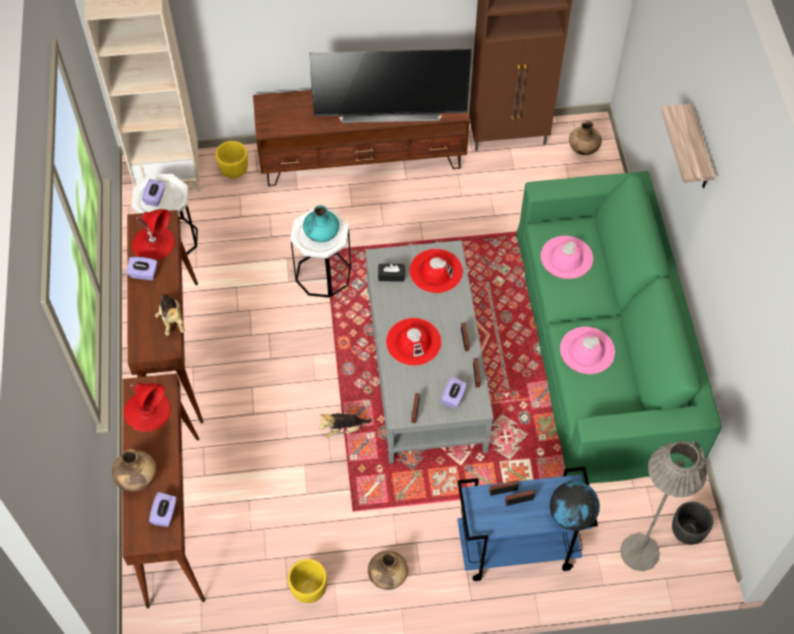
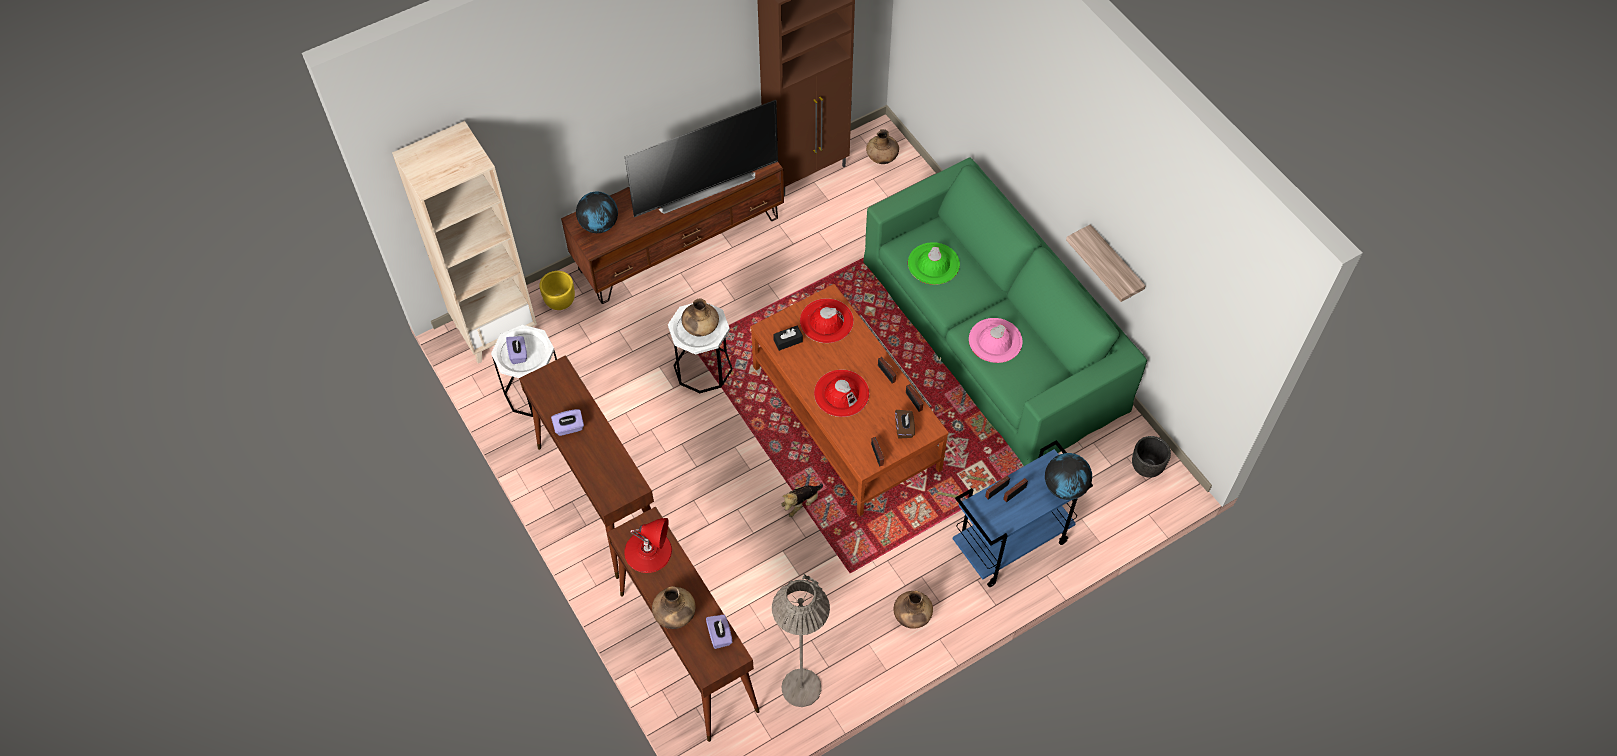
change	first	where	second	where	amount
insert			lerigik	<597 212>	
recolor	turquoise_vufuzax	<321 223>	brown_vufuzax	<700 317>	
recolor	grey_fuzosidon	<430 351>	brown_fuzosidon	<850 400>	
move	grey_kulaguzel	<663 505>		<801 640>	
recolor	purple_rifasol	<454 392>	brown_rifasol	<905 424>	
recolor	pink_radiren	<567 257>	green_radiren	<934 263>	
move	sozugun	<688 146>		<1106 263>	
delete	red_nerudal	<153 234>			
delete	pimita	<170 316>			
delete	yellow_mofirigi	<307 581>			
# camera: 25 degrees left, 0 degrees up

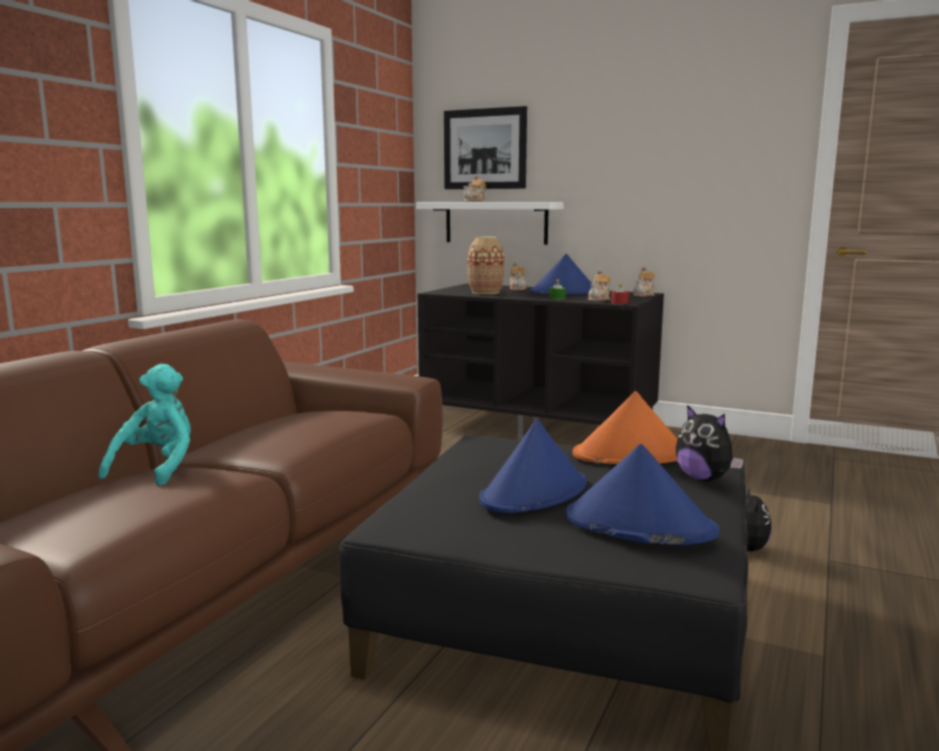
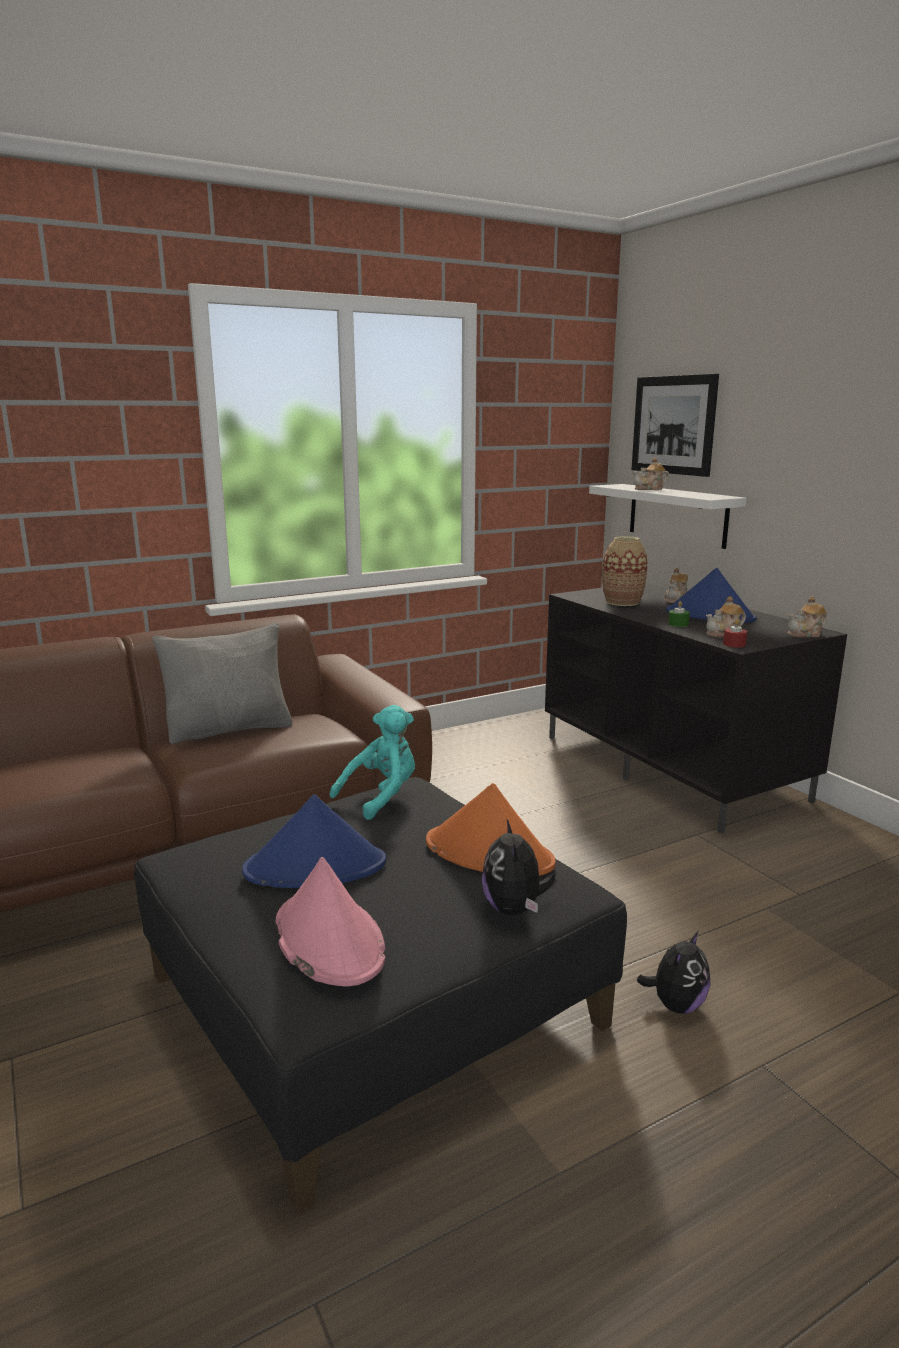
change	first	where	second	where	amount
insert			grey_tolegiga	<222 683>	
recolor	blue_radiren	<643 494>	pink_radiren	<330 922>	
move	turquoise_pimita	<145 424>		<372 762>	
# camera: 35 degrees right, 5 degrees up

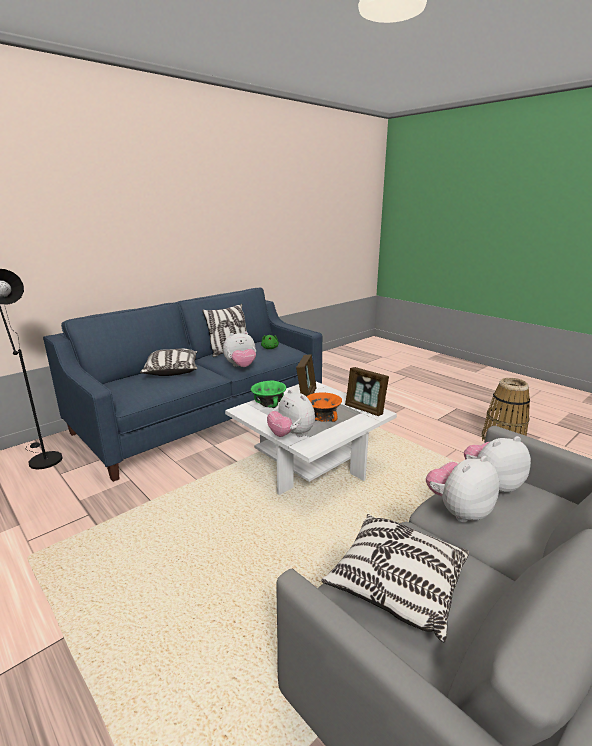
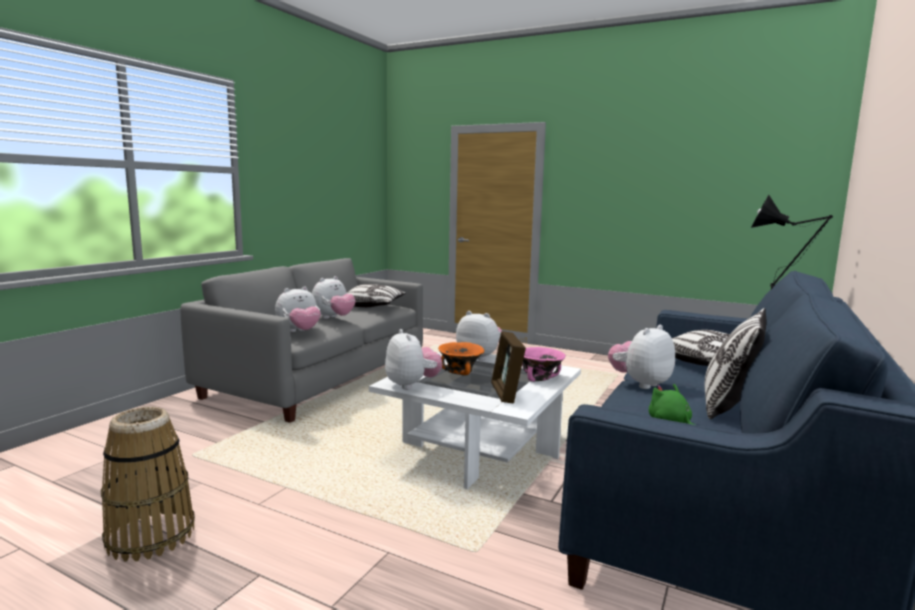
change	first	where	second	where	amount
replace	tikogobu	<367 391>	pimita	<413 359>	
recolor	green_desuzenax	<268 394>	pink_desuzenax	<544 364>	
# camera: 160 degrees right, 10 degrees down

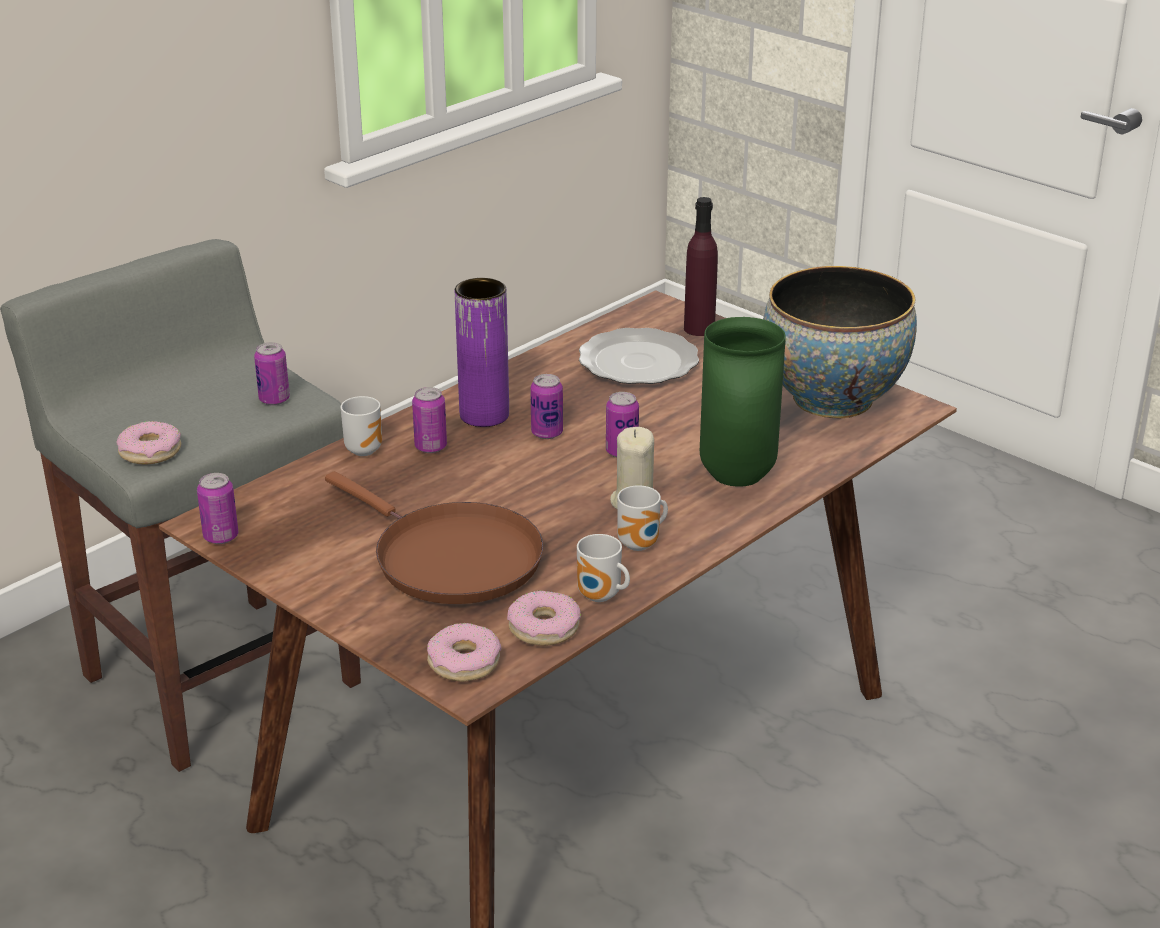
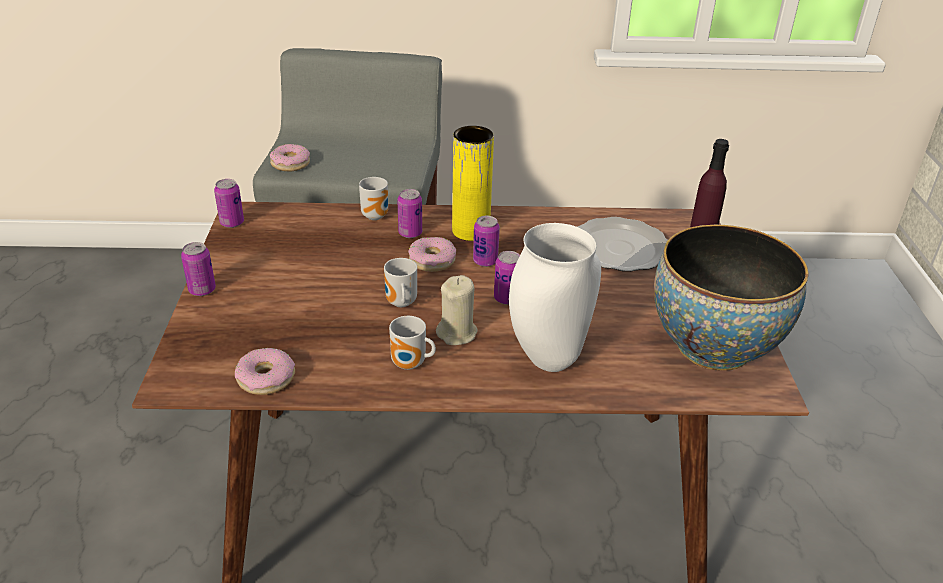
change	first	where	second	where	amount
move	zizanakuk	<272 373>		<198 269>	
move	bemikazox	<603 568>		<400 282>	
move	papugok	<464 652>		<432 254>	
recolor	purple_vufuzax	<481 352>	yellow_vufuzax	<473 183>	
recolor	green_vufuzax	<743 402>	white_vufuzax	<555 297>	
delete	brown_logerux	<434 537>			
# camera: 45 degrees right, 5 degrees up

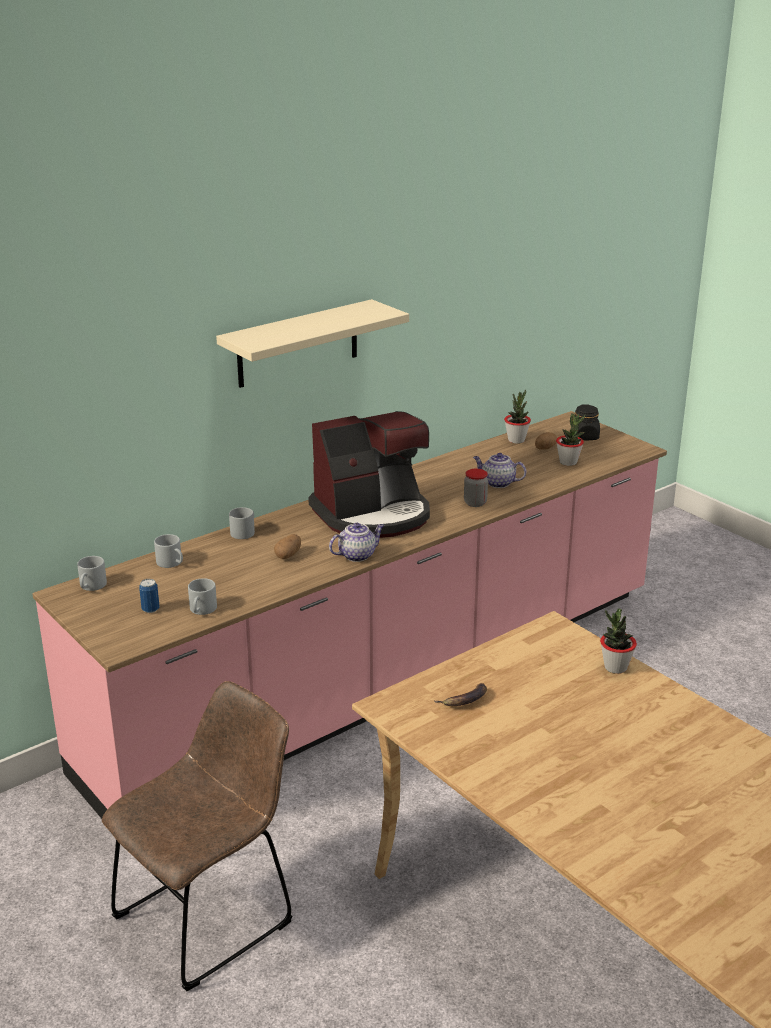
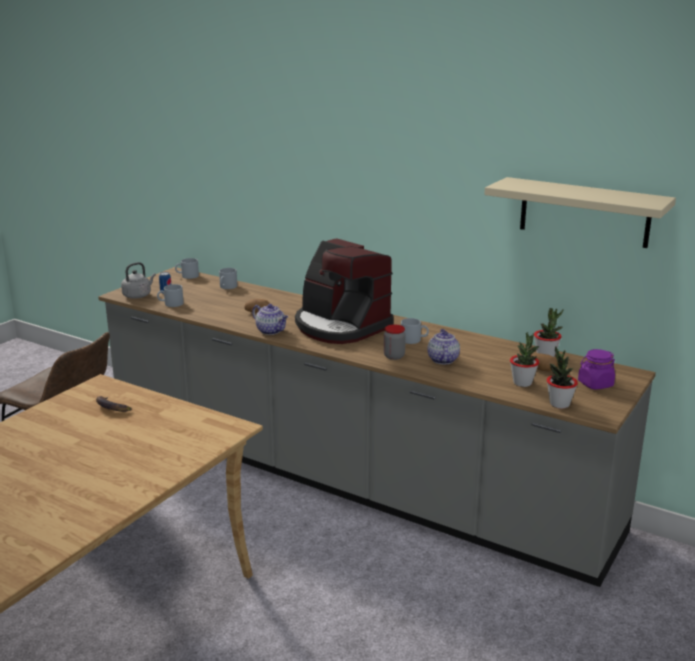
change	first	where	second	where	amount
recolor	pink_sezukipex	<349 615>	grey_sezukipex	<377 427>	
insert			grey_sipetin	<138 280>	
move	grey_bemikazox	<242 523>		<415 331>	
move	beige_sozugun	<312 343>		<580 212>	
move	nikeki	<618 641>		<562 377>	
recolor	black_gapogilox	<587 422>	purple_gapogilox	<596 369>	
# camera: 70 degrees right, 5 degrees down

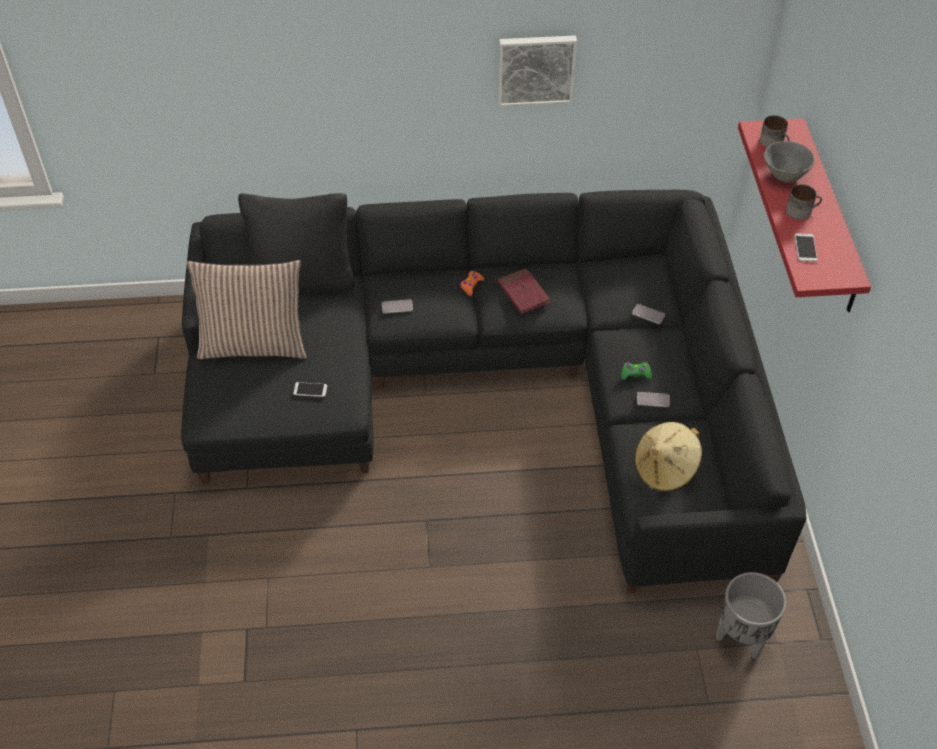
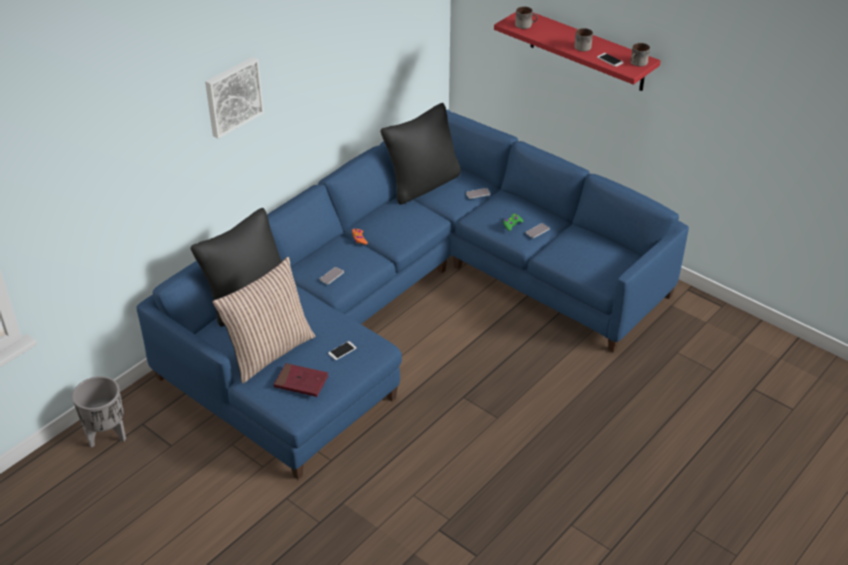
change	first	where	second	where	amount
move	grey_mofirigi	<751 616>		<99 412>	
recolor	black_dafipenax	<493 391>	blue_dafipenax	<412 295>	
move	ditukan	<537 71>		<234 98>	
move	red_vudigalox	<523 291>		<301 380>	
insert			black_tolegiga	<421 154>	
insert			bemikazox	<640 55>	
delete	beige_radiren	<668 457>			
delete	grey_desuzenax	<789 162>			
# camera: 45 degrees left, 10 degrees down

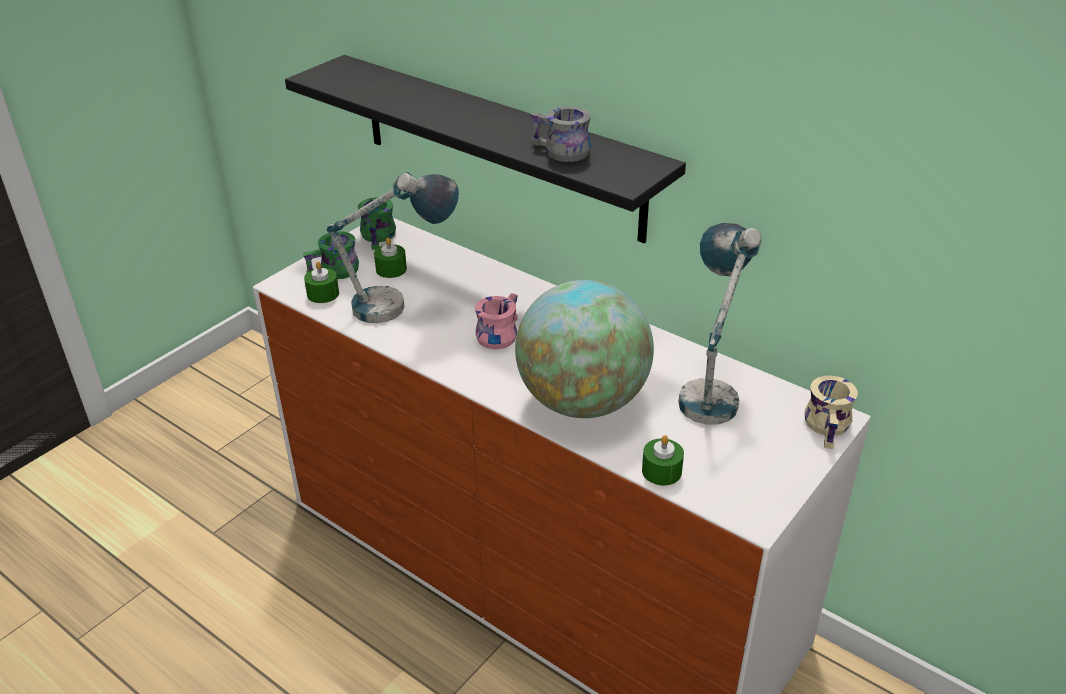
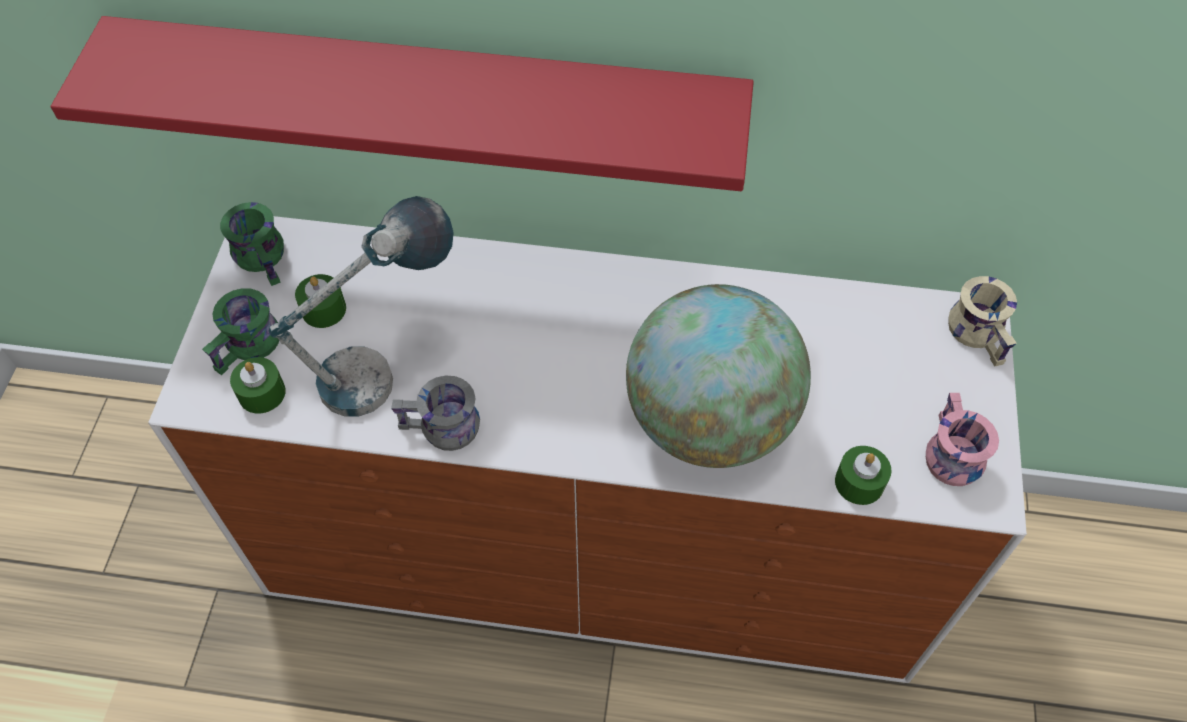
change	first	where	second	where	amount
recolor	black_sozugun	<485 149>	red_sozugun	<402 103>	
move	grey_bemikazox	<561 134>		<435 413>	
move	pink_bemikazox	<496 321>		<962 439>	
delete	nerudal	<719 324>			
# camera: 30 degrees left, 20 degrees up

